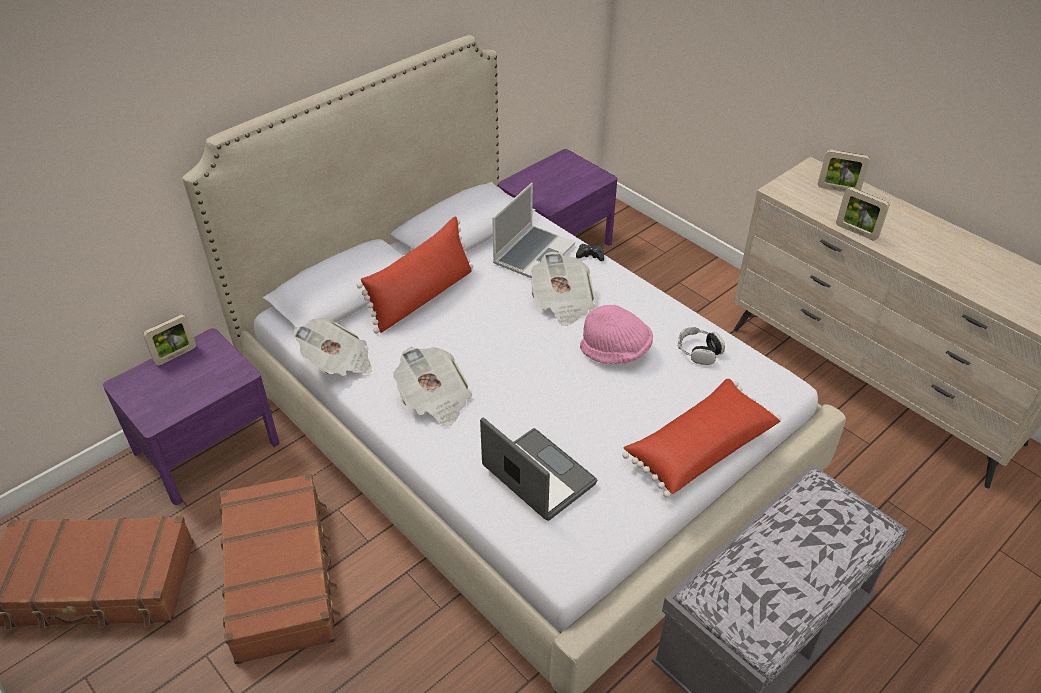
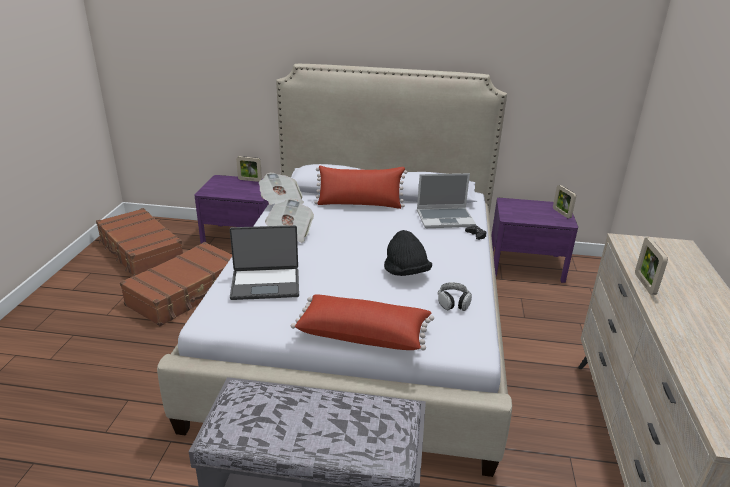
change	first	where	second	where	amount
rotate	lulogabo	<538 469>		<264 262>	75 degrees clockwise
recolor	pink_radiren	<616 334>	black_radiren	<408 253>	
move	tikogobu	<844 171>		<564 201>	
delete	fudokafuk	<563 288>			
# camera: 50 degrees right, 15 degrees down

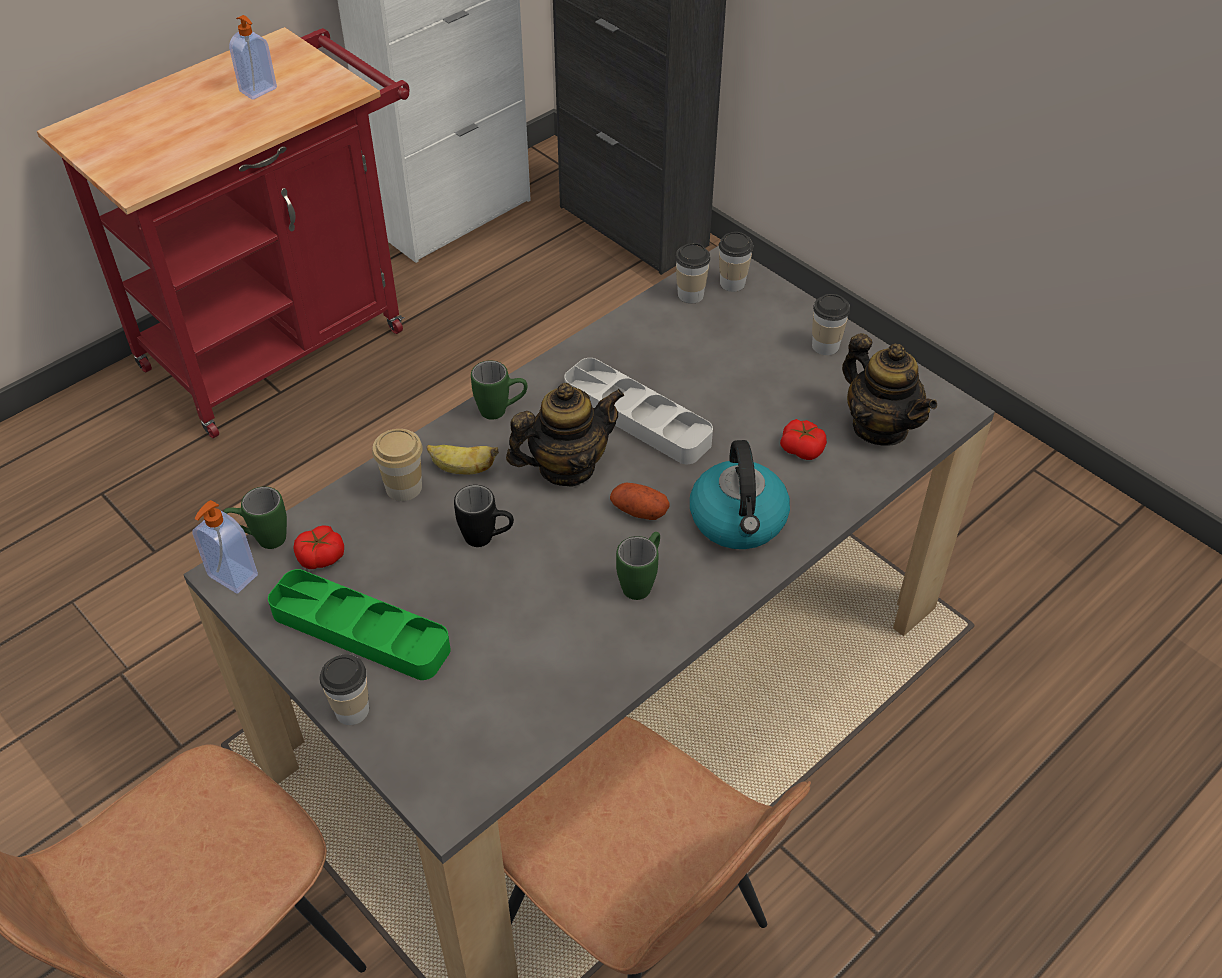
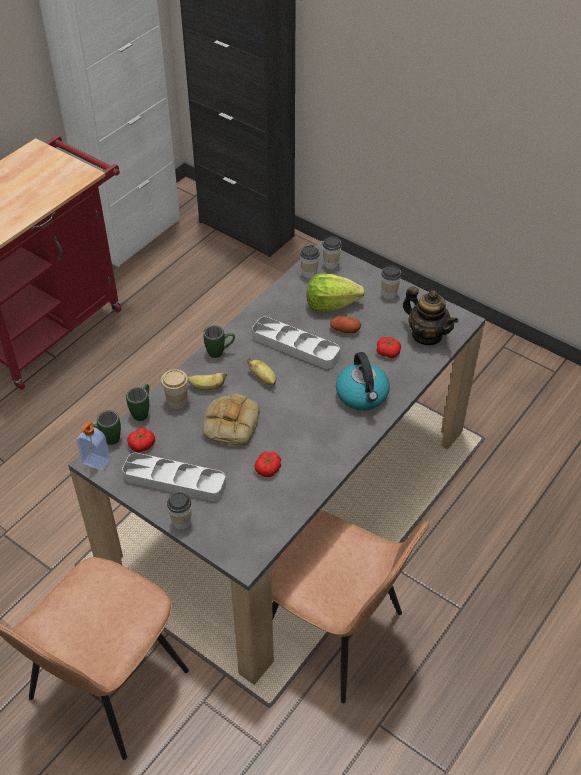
change	first	where	second	where	amount
recolor	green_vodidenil	<359 624>	grey_vodidenil	<174 477>	
move	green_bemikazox	<638 566>		<137 402>	
replace	black_bemikazox	<484 516>	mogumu	<230 419>	
replace	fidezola	<565 434>	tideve	<261 371>	
insert			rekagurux	<267 464>	
insert			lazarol	<336 292>	
move	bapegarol	<640 501>		<345 324>	
delete	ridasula	<253 57>			
# camera: 10 degrees left, 0 degrees up

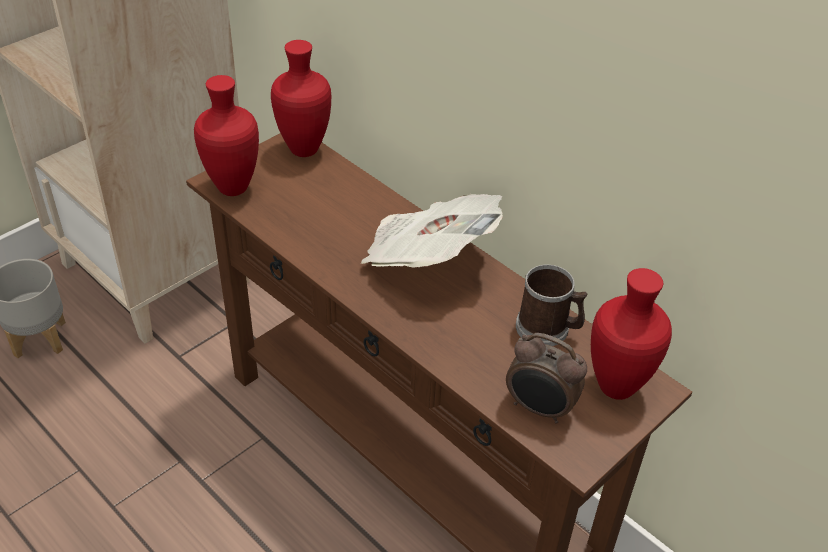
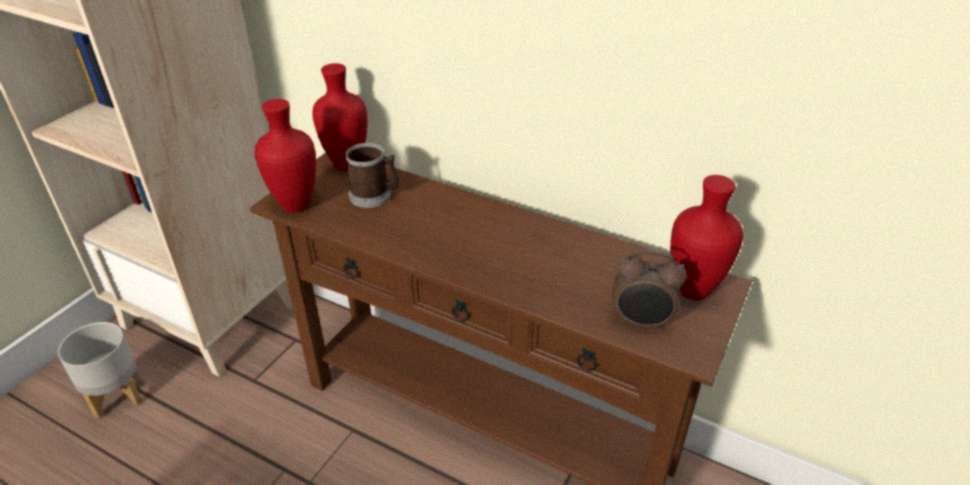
change	first	where	second	where	amount
move	bemikazox	<551 305>		<372 175>	
delete	fudokafuk	<432 231>			
# camera: 15 degrees left, 5 degrees down

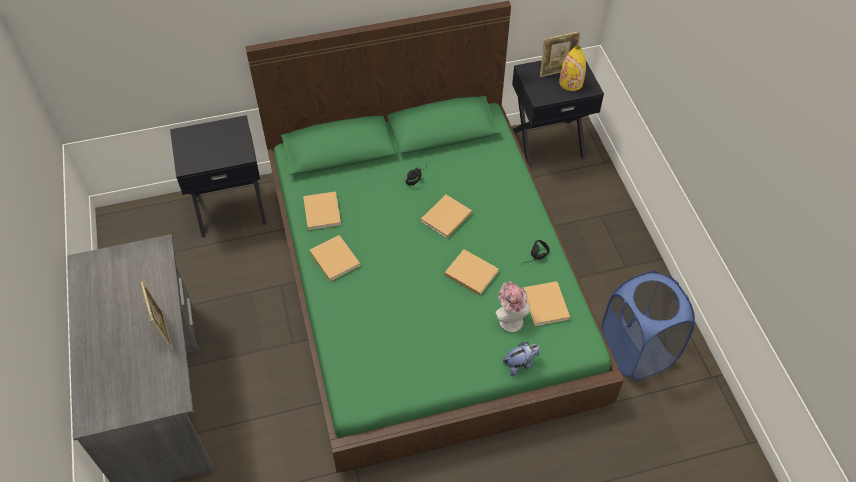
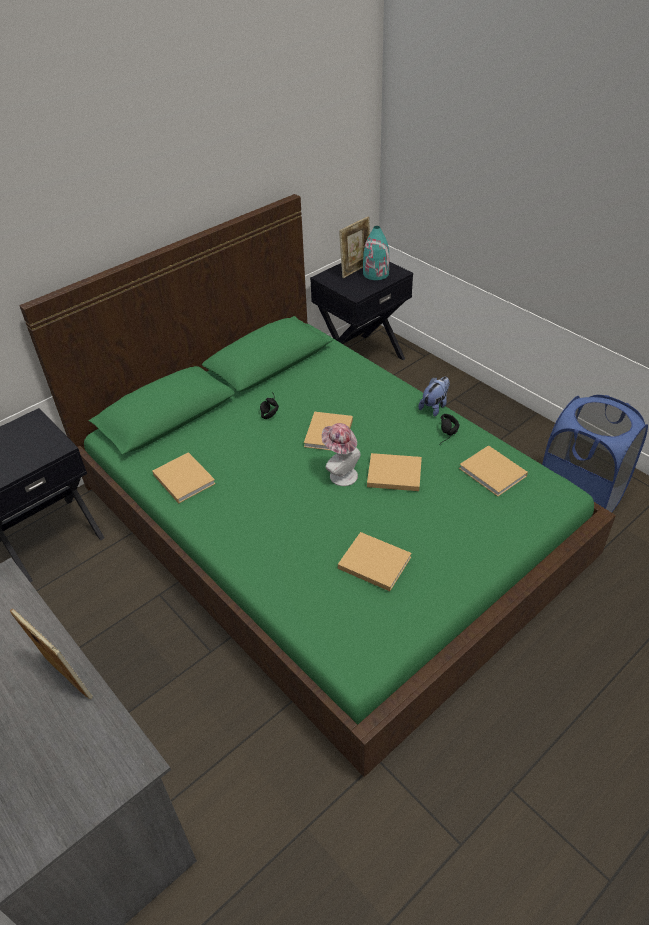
change	first	where	second	where	amount
move	radiren	<513 306>		<341 454>	
move	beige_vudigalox	<335 258>		<375 561>	
recolor	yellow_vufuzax	<572 68>	turquoise_vufuzax	<376 253>	
move	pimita	<521 359>		<434 397>	
# camera: 25 degrees left, 10 degrees down

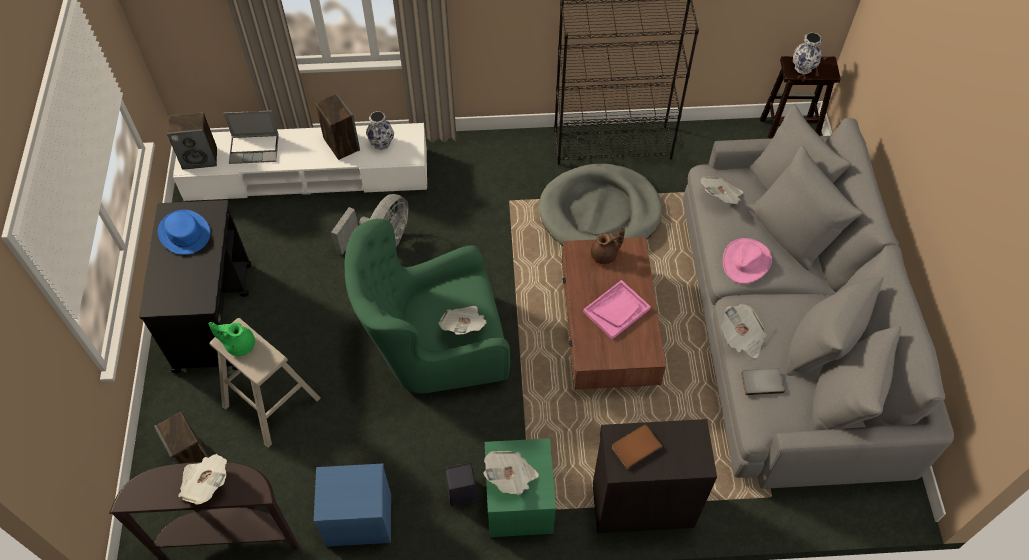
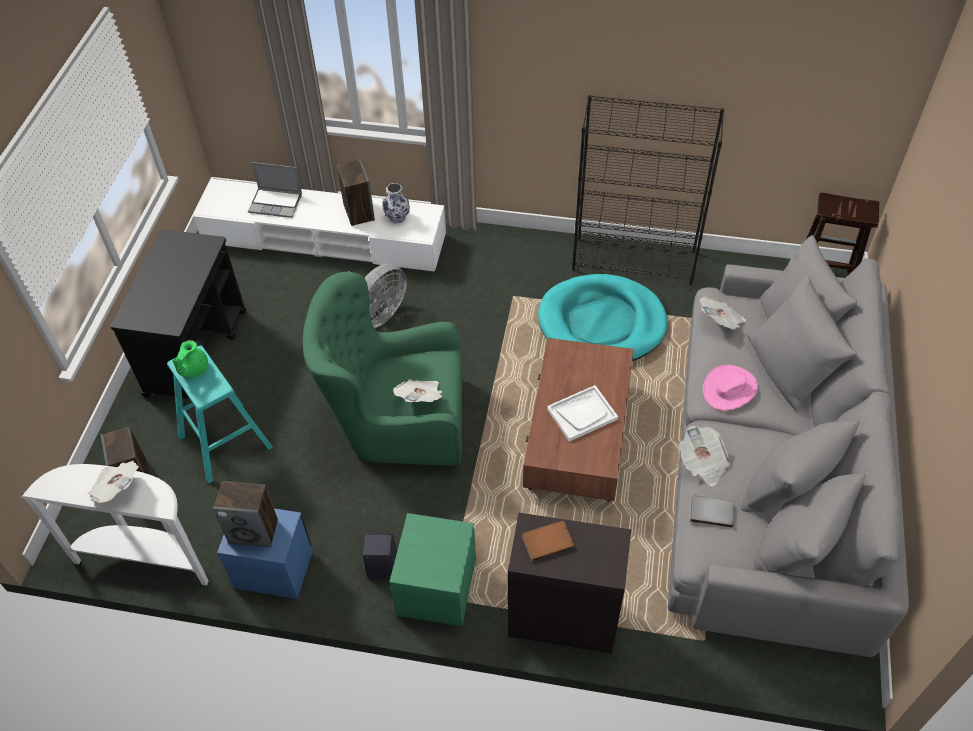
change	first	where	second	where	amount
recolor	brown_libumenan	<204 510>	white_libumenan	<115 524>	
recolor	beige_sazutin	<265 383>	turquoise_sazutin	<220 414>	
rotate	green_fidezola	<232 339>		<190 358>	90 degrees counterclockwise
move	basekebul	<192 141>		<245 514>	
recolor	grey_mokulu	<600 205>	turquoise_mokulu	<603 317>	
recolor	pink_vodidenil	<617 309>	white_vodidenil	<582 413>	
delete	blue_radiren	<183 232>			
delete	fudokafuk	<511 473>			
delete	brown_fidezola	<608 245>			
delete	vufuzax	<807 53>			
# camera: 15 degrees right, 5 degrees down

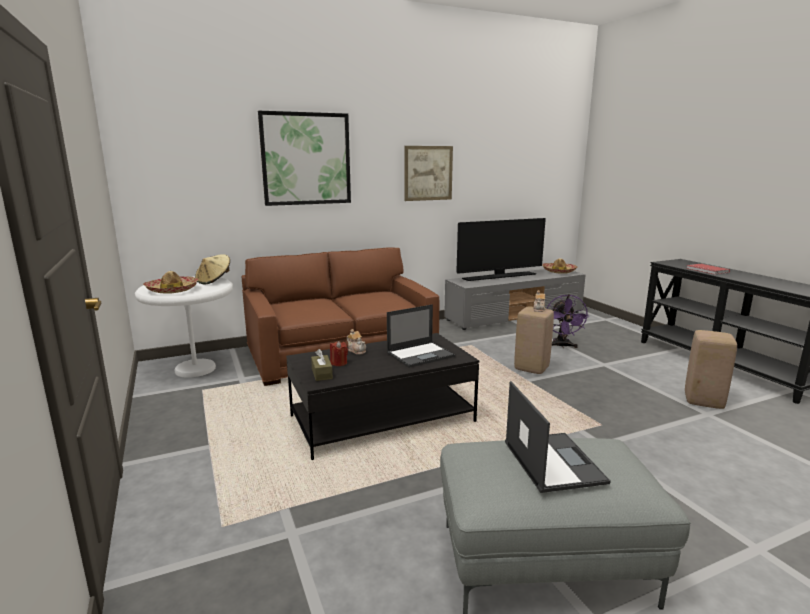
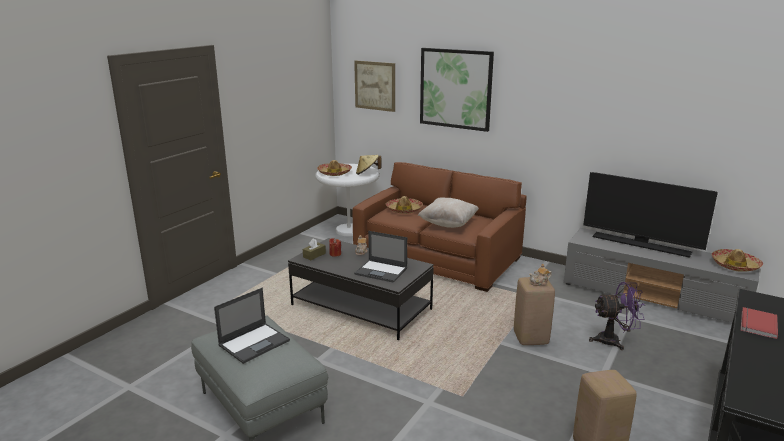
change	first	where	second	where	amount
move	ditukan	<428 173>		<374 86>	
insert			radiren	<404 205>	
insert			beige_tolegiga	<448 212>	
rotate	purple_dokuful	<567 321>		<616 316>	150 degrees counterclockwise
# camera: 55 degrees right, 5 degrees up

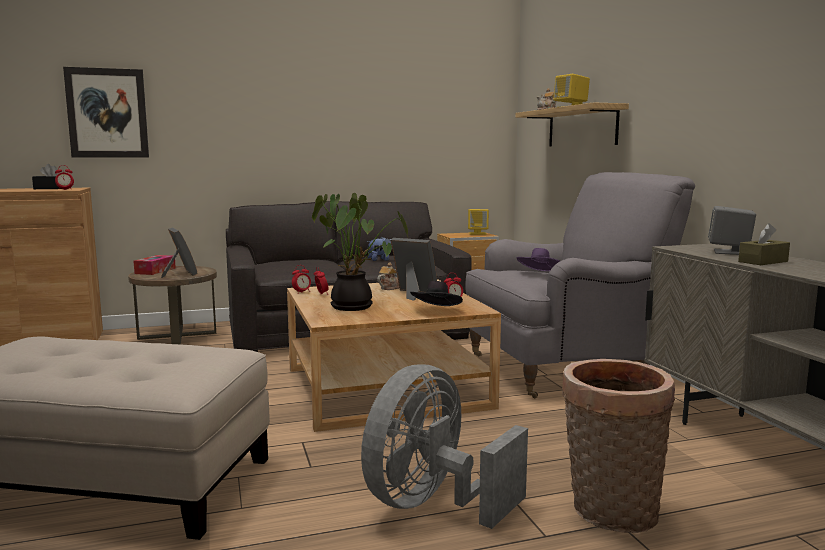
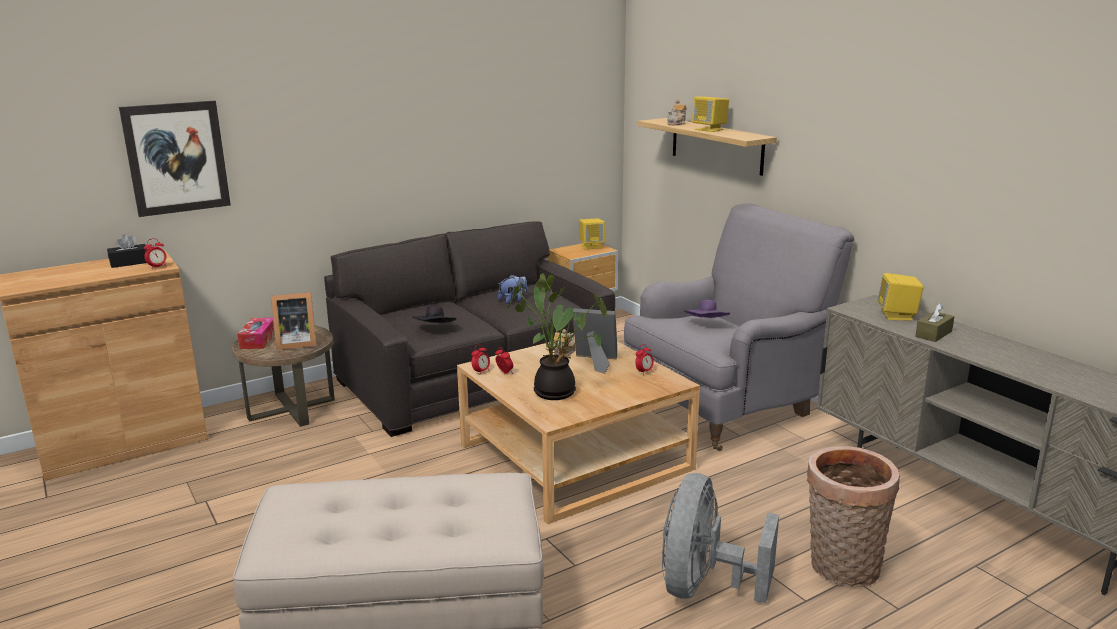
change	first	where	second	where	amount
rotate	tikogobu	<179 253>		<294 321>	120 degrees clockwise
move	black_radiren	<436 293>		<434 314>	
recolor	grey_basekebul	<732 230>	yellow_basekebul	<901 297>	
# camera: 15 degrees left, 10 degrees up

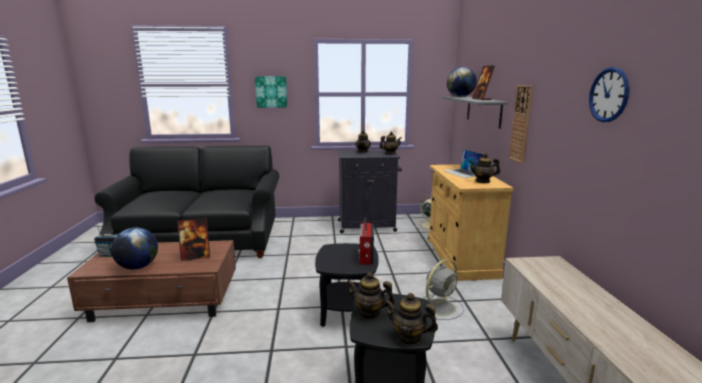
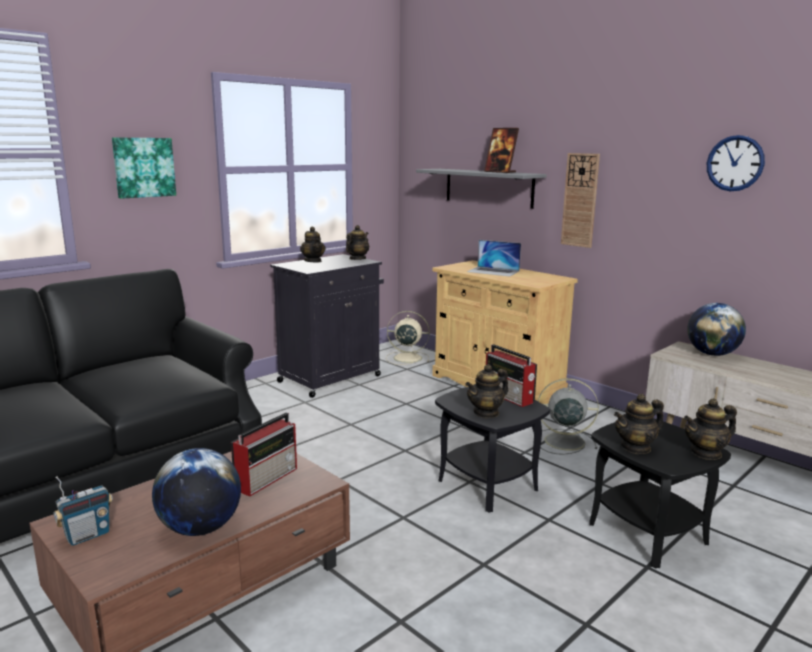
change	first	where	second	where	amount
replace	tikogobu	<193 239>	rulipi	<264 455>	
move	fidezola	<484 168>		<486 391>	
rotate	grey_dokuful	<444 289>		<568 416>	90 degrees counterclockwise
move	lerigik	<462 82>		<716 329>	
# camera: 40 degrees left, 0 degrees up

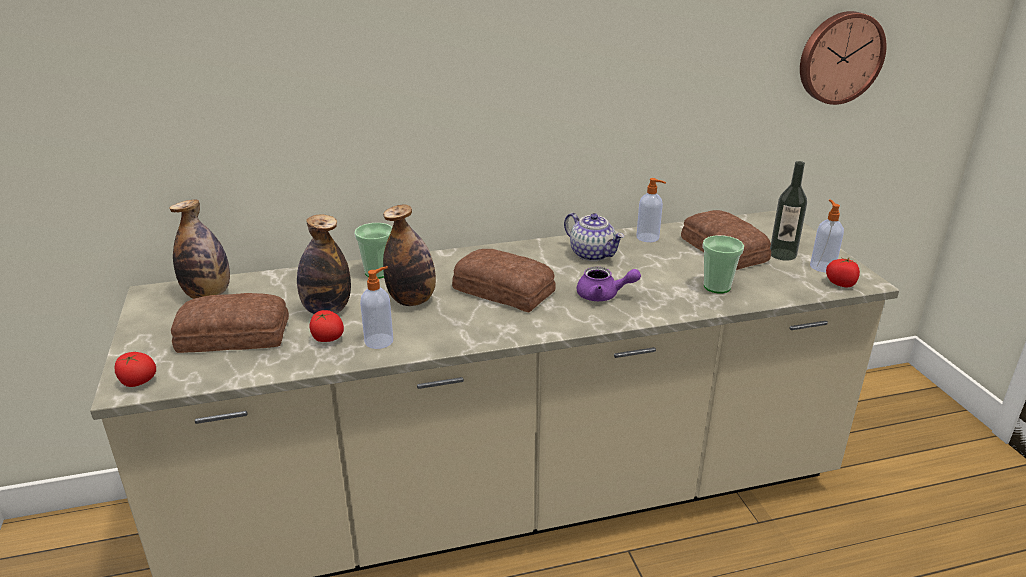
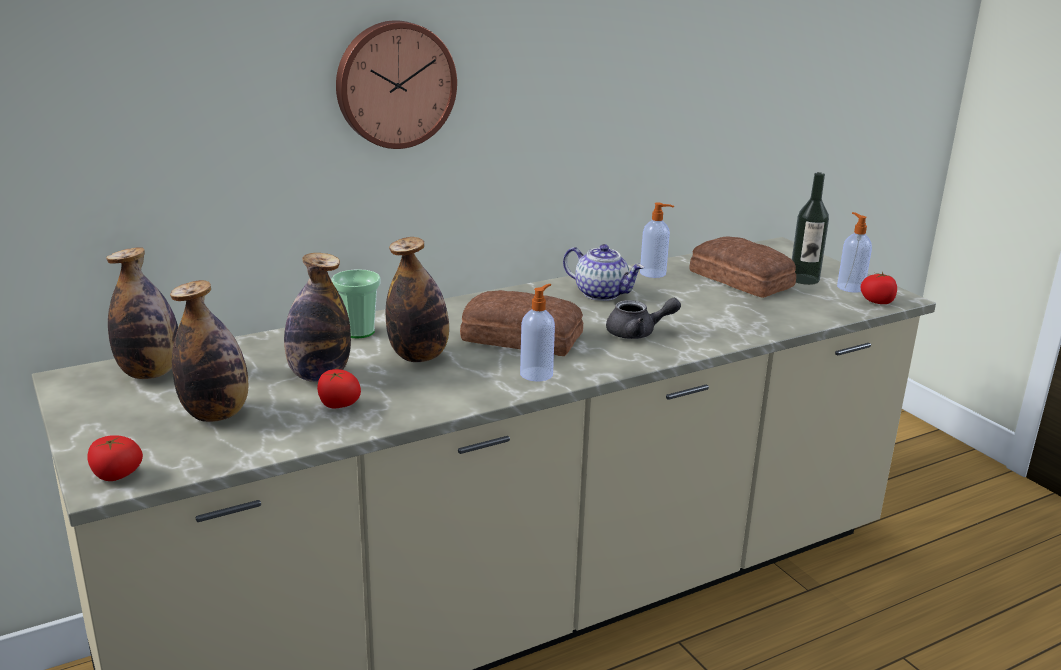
change	first	where	second	where	amount
replace	mogumu	<230 323>	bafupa	<209 351>	
move	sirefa	<843 58>		<396 84>	
move	ridasula	<376 307>		<537 332>	
recolor	purple_fidezola	<609 284>	grey_fidezola	<643 318>	
delete	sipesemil	<723 264>			
# camera: 15 degrees left, 5 degrees down

